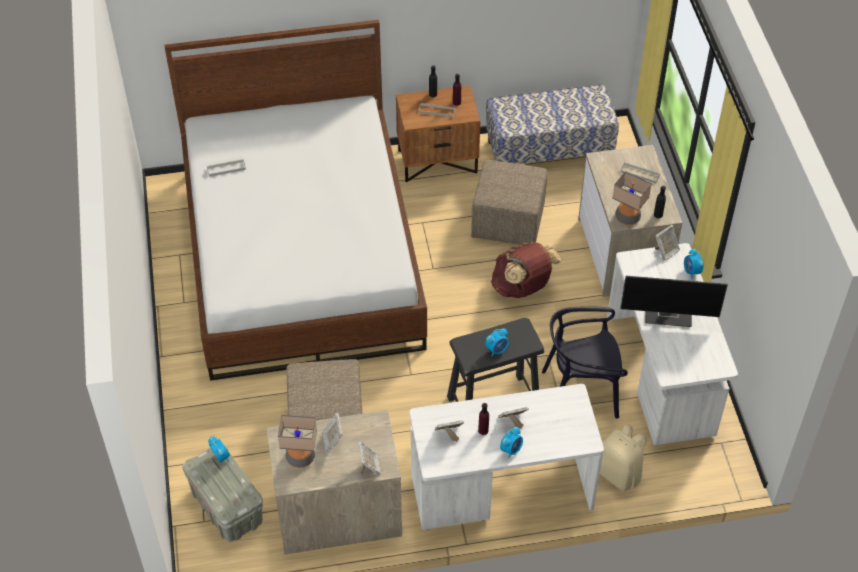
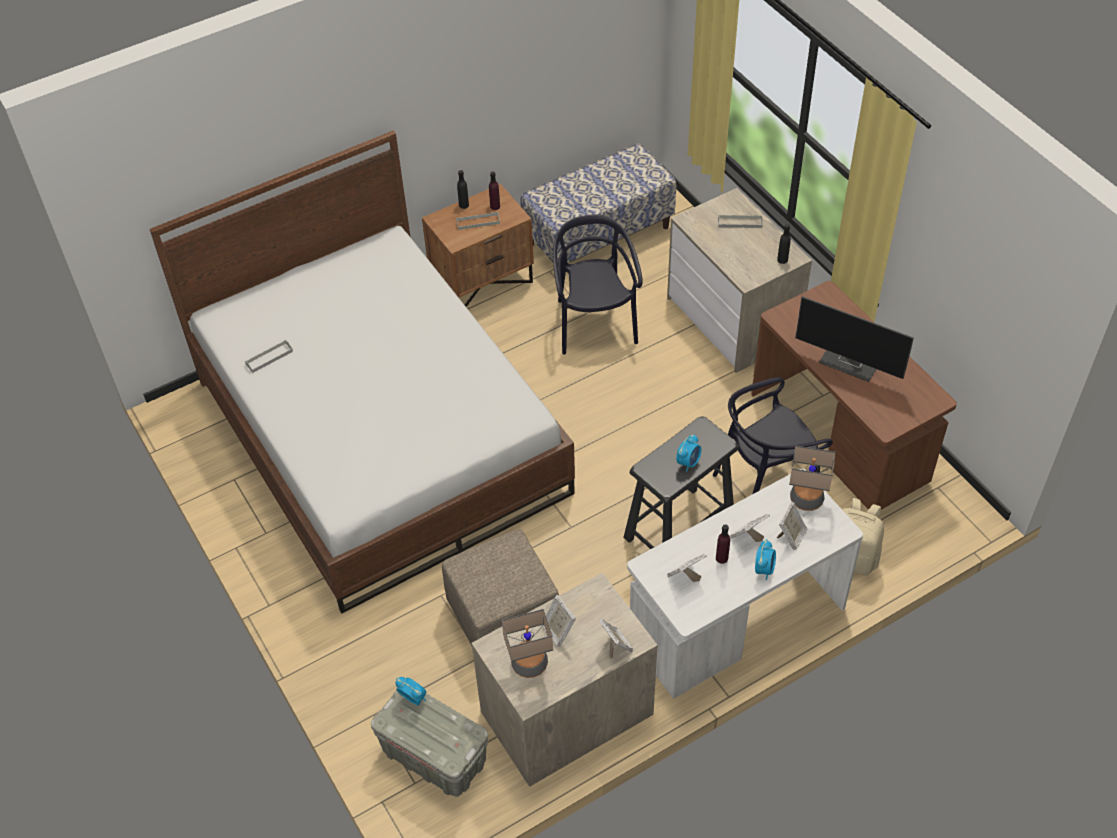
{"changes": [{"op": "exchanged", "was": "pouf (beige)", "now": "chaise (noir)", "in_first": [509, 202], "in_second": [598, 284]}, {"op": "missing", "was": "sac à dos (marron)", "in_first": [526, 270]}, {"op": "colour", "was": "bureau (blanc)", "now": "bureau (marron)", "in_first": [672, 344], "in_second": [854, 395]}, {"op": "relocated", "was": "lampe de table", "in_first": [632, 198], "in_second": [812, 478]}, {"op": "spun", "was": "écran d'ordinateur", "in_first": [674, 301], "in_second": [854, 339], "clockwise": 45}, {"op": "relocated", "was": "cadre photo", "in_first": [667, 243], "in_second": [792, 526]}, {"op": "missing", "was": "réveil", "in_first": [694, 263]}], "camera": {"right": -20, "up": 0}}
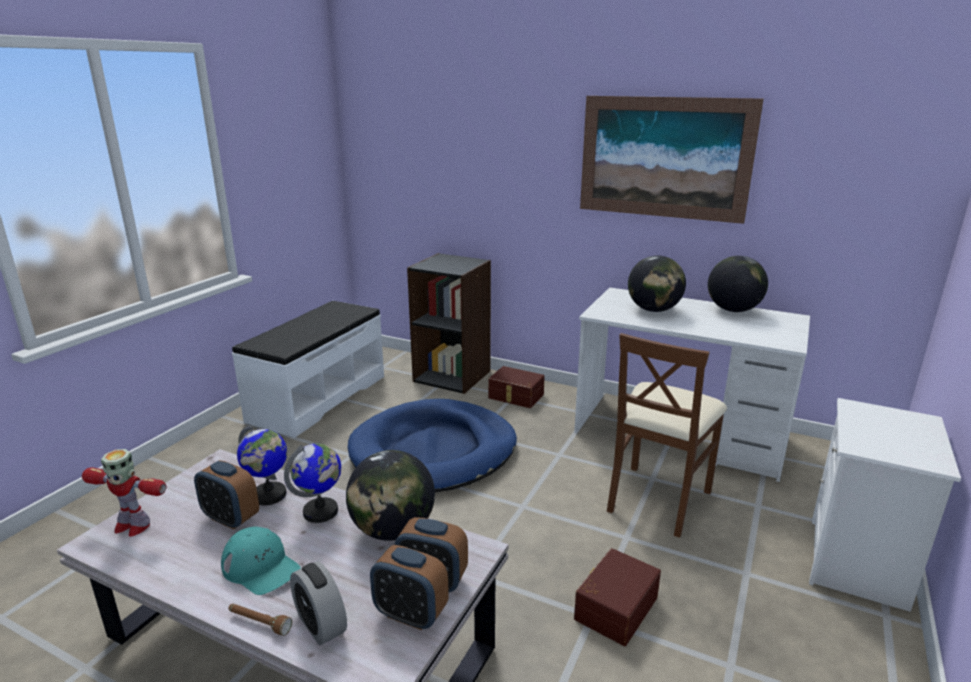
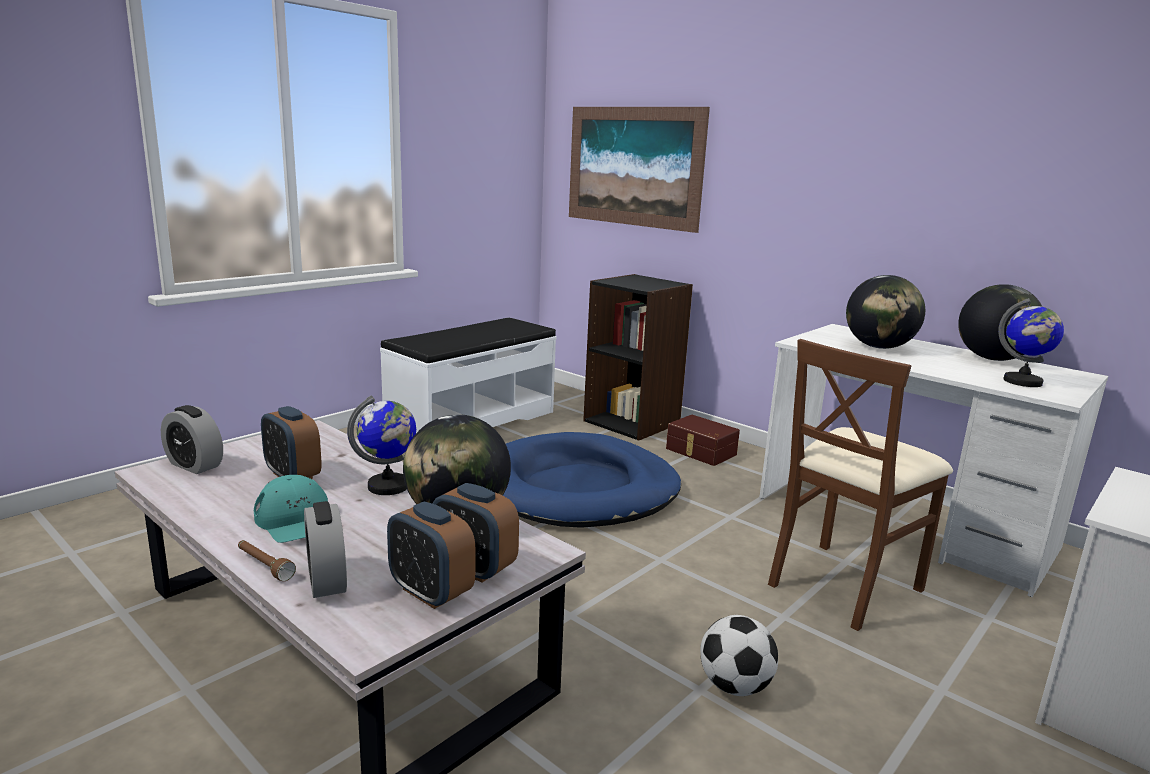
{"changes": [{"op": "exchanged", "was": "robot jouet", "now": "réveil", "in_first": [124, 493], "in_second": [192, 439]}, {"op": "relocated", "was": "globe", "in_first": [262, 464], "in_second": [1031, 342]}, {"op": "exchanged", "was": "boîte de rangement (marron)", "now": "ballon de foot", "in_first": [617, 597], "in_second": [739, 655]}, {"op": "relocated", "was": "tableau", "in_first": [672, 160], "in_second": [639, 170]}], "camera": {"right": 15, "up": -5}}
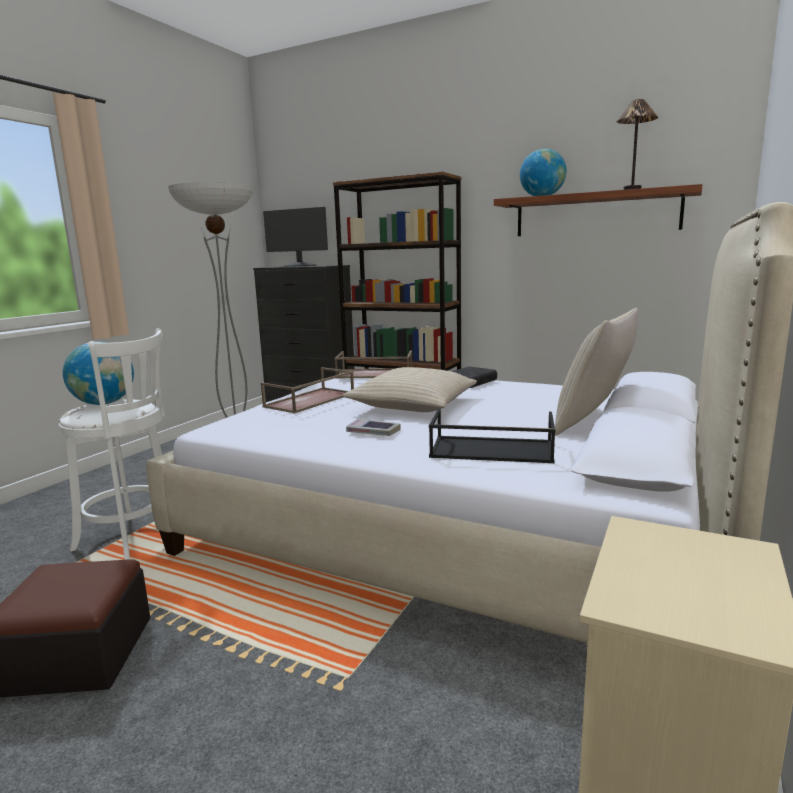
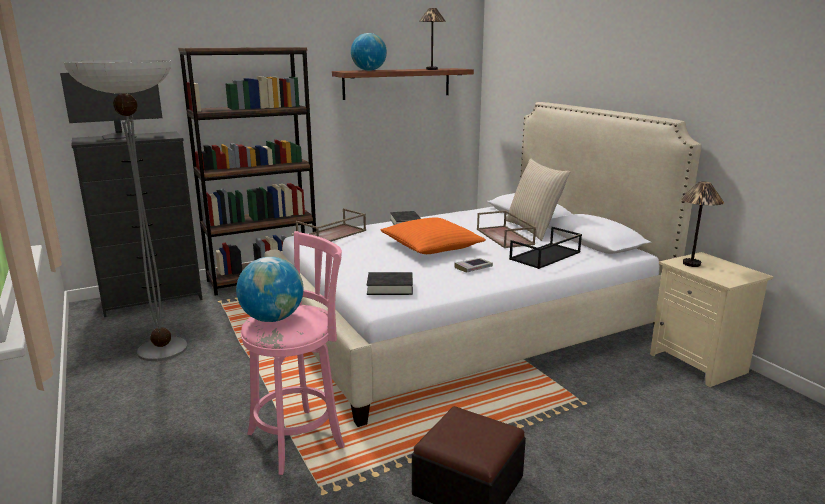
{"changes": [{"op": "colour", "was": "tabouret (blanc)", "now": "tabouret (rose)", "in_first": [112, 444], "in_second": [293, 353]}, {"op": "relocated", "was": "plateau (marron)", "in_first": [307, 390], "in_second": [506, 229]}, {"op": "colour", "was": "coussin (beige)", "now": "coussin (orange)", "in_first": [410, 389], "in_second": [433, 235]}, {"op": "appeared", "now": "livre (noir)", "in_second": [390, 283]}, {"op": "appeared", "now": "lampe de table", "in_second": [702, 224]}], "camera": {"right": -55, "up": 5}}
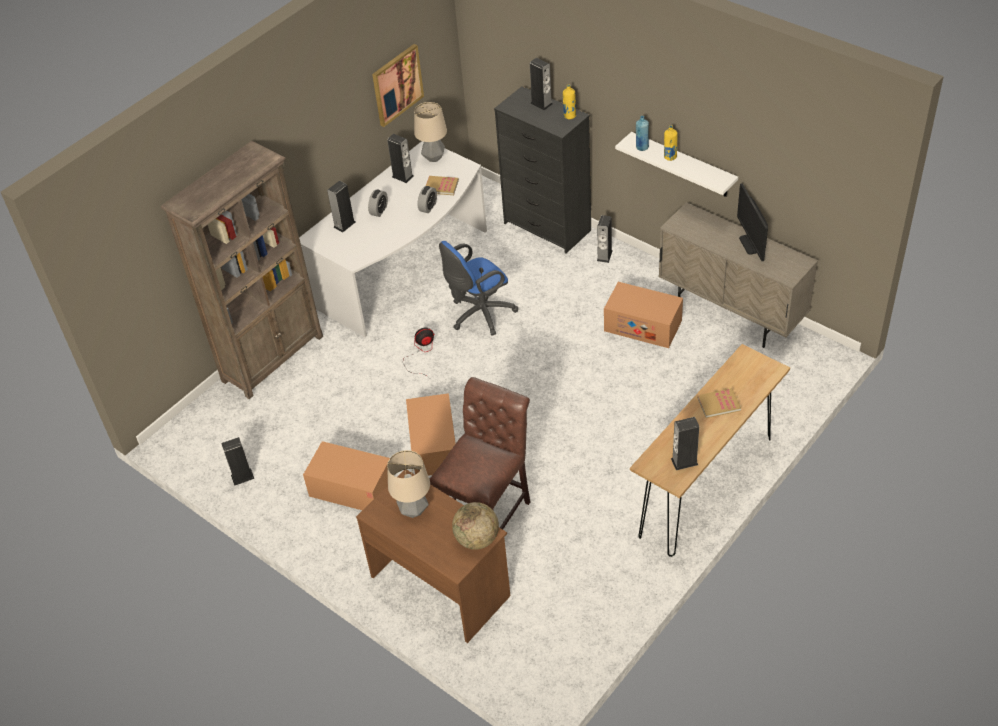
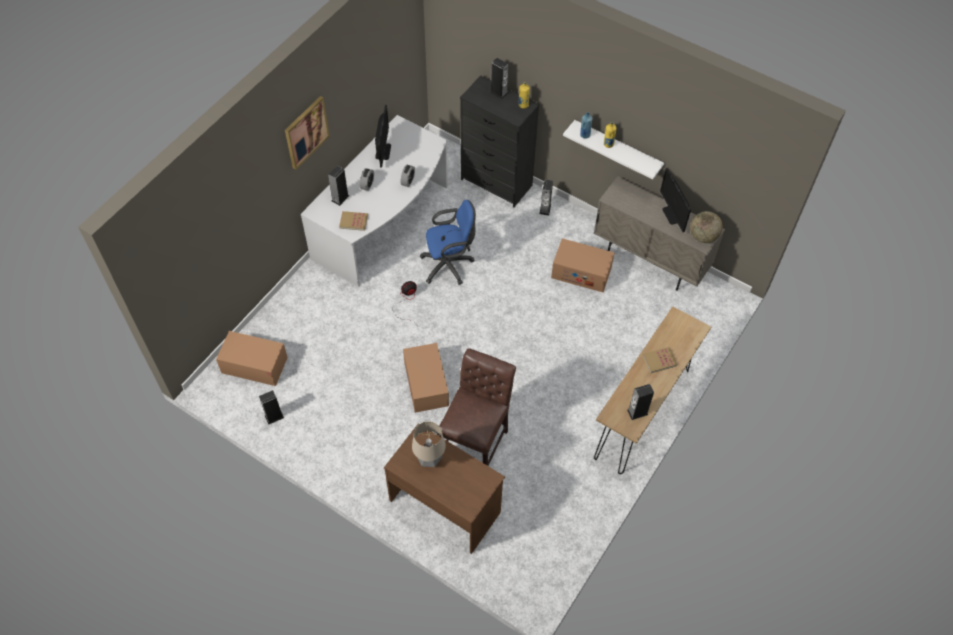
{"changes": [{"op": "missing", "was": "bibliothèque (marron)", "in_first": [242, 270]}, {"op": "relocated", "was": "carton", "in_first": [346, 475], "in_second": [252, 358]}, {"op": "relocated", "was": "tableau", "in_first": [398, 85], "in_second": [307, 133]}, {"op": "exchanged", "was": "enceinte", "now": "écran d'ordinateur", "in_first": [400, 158], "in_second": [383, 136]}, {"op": "missing", "was": "lampe de table", "in_first": [430, 132]}, {"op": "relocated", "was": "livre", "in_first": [442, 185], "in_second": [353, 221]}, {"op": "spun", "was": "chaise de bureau (bleu)", "in_first": [478, 288], "in_second": [448, 242], "clockwise": -150}, {"op": "relocated", "was": "globe", "in_first": [475, 526], "in_second": [706, 227]}], "camera": {"right": -10, "up": 10}}
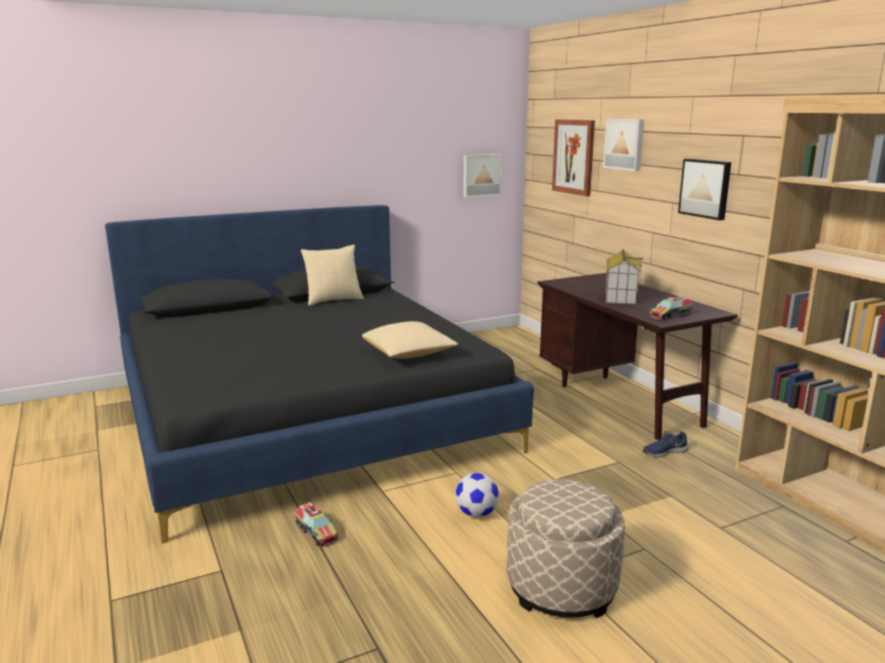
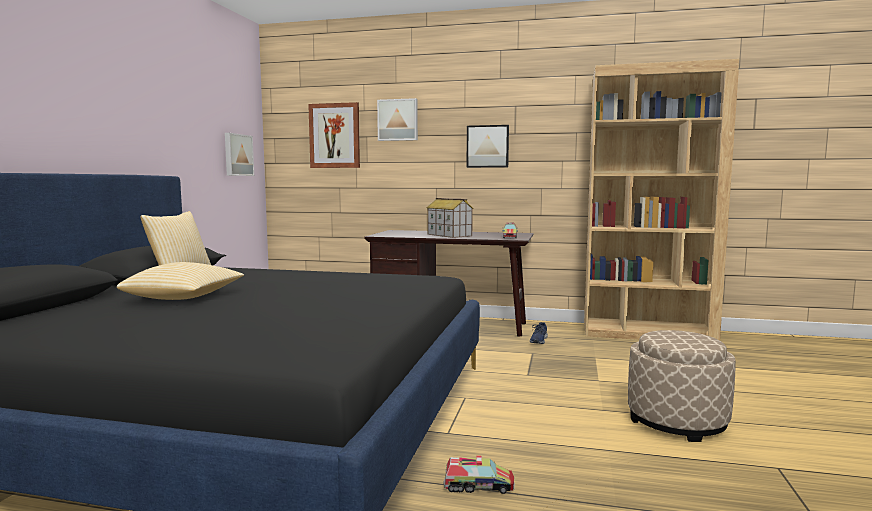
{"changes": [{"op": "relocated", "was": "coussin", "in_first": [410, 339], "in_second": [180, 281]}, {"op": "missing", "was": "ballon de foot", "in_first": [477, 495]}], "camera": {"right": -50, "up": -10}}
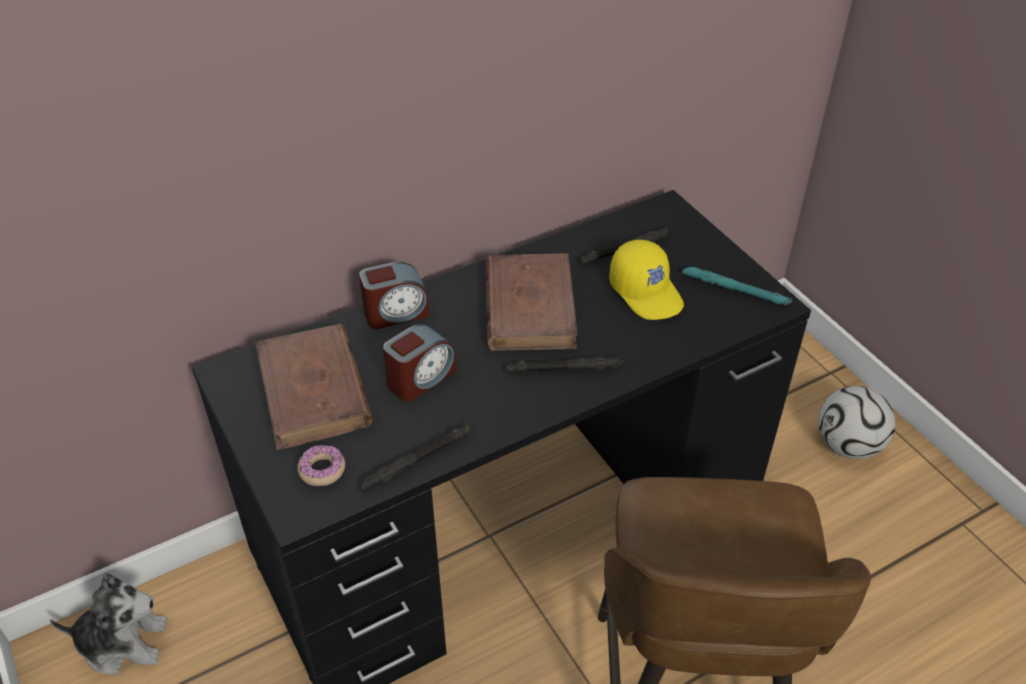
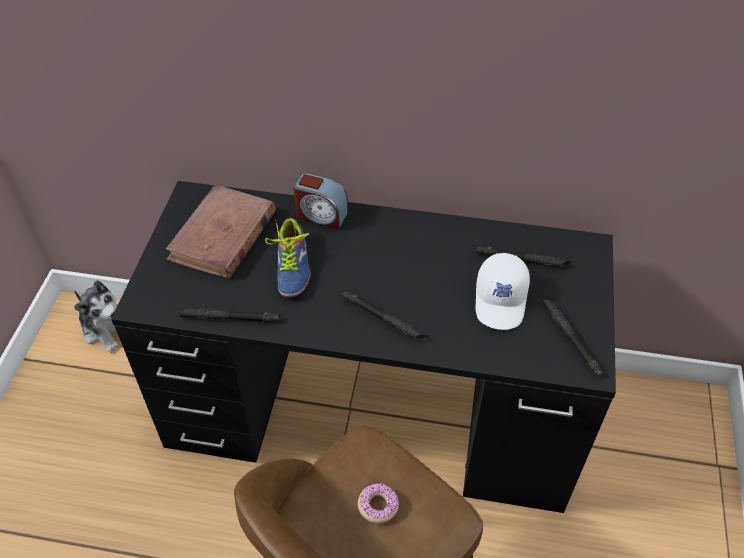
{"changes": [{"op": "relocated", "was": "beignet", "in_first": [321, 465], "in_second": [378, 503]}, {"op": "exchanged", "was": "réveil", "now": "chaussure", "in_first": [419, 363], "in_second": [287, 258]}, {"op": "missing", "was": "livre (marron)", "in_first": [532, 302]}, {"op": "colour", "was": "casquette (jaune)", "now": "casquette (blanc)", "in_first": [646, 279], "in_second": [503, 291]}, {"op": "colour", "was": "lampe de poche (turquoise)", "now": "lampe de poche (noir)", "in_first": [737, 286], "in_second": [573, 338]}, {"op": "missing", "was": "ballon de foot", "in_first": [856, 422]}], "camera": {"right": 40, "up": 5}}
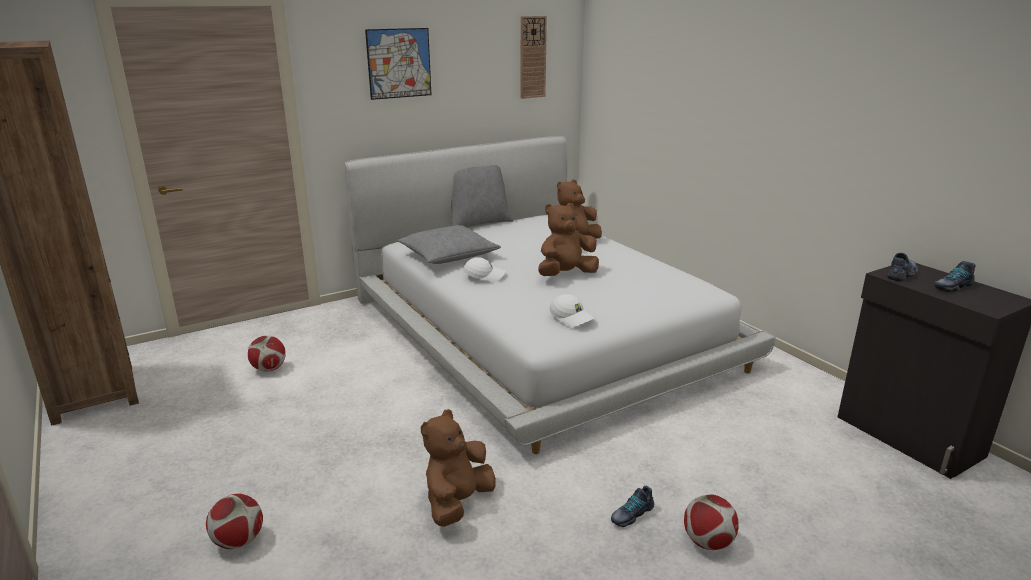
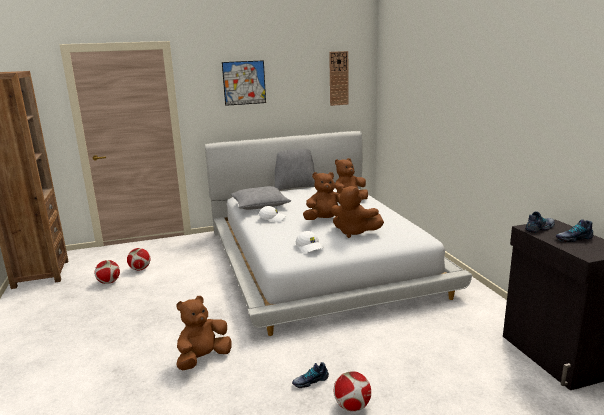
{"changes": [{"op": "relocated", "was": "ballon de foot", "in_first": [234, 521], "in_second": [107, 272]}, {"op": "appeared", "now": "peluche (marron)", "in_second": [357, 212]}], "camera": {"right": 15, "up": -5}}
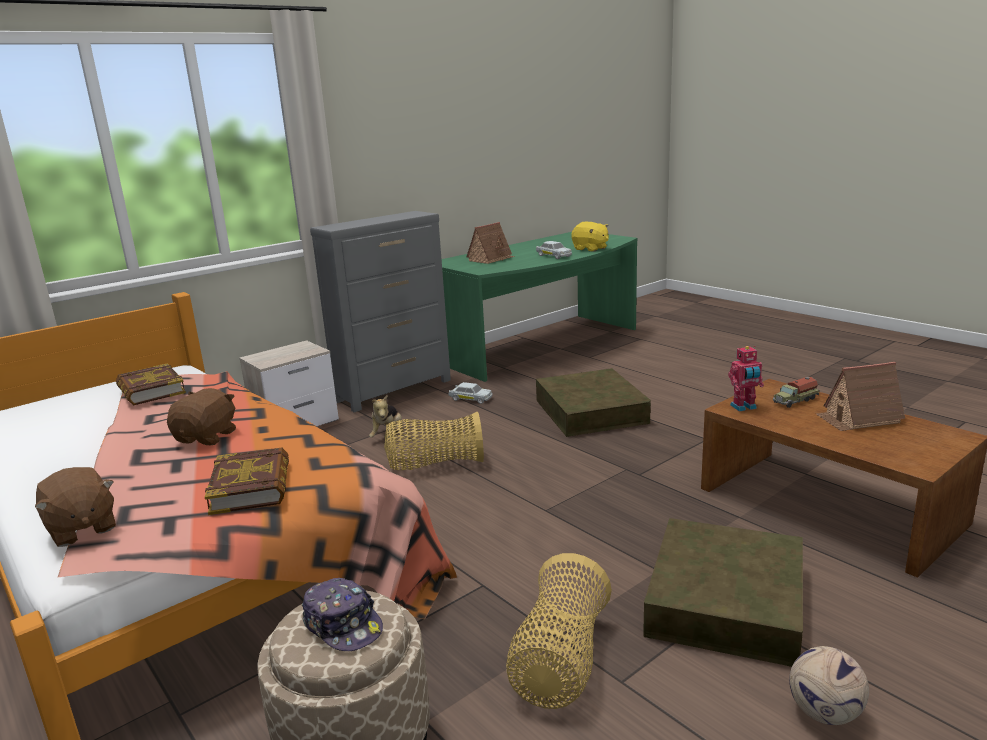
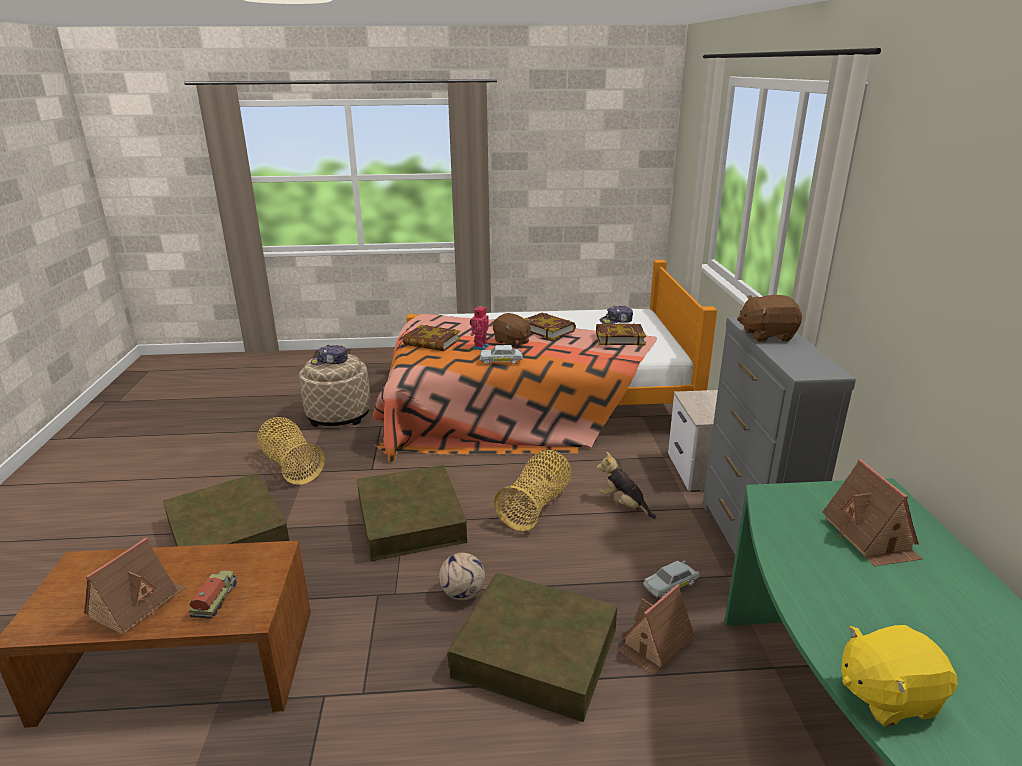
{"changes": [{"op": "relocated", "was": "peluche (marron)", "in_first": [75, 507], "in_second": [769, 318]}, {"op": "relocated", "was": "petite voiture (blanc)", "in_first": [554, 250], "in_second": [501, 355]}, {"op": "relocated", "was": "robot jouet", "in_first": [746, 378], "in_second": [479, 327]}, {"op": "relocated", "was": "ballon de foot", "in_first": [829, 685], "in_second": [462, 576]}, {"op": "appeared", "now": "boîte de rangement (marron)", "in_second": [412, 513]}, {"op": "appeared", "now": "livre", "in_second": [550, 326]}, {"op": "appeared", "now": "casquette", "in_second": [616, 315]}, {"op": "appeared", "now": "maison miniature", "in_second": [656, 629]}], "camera": {"right": 125, "up": 5}}
